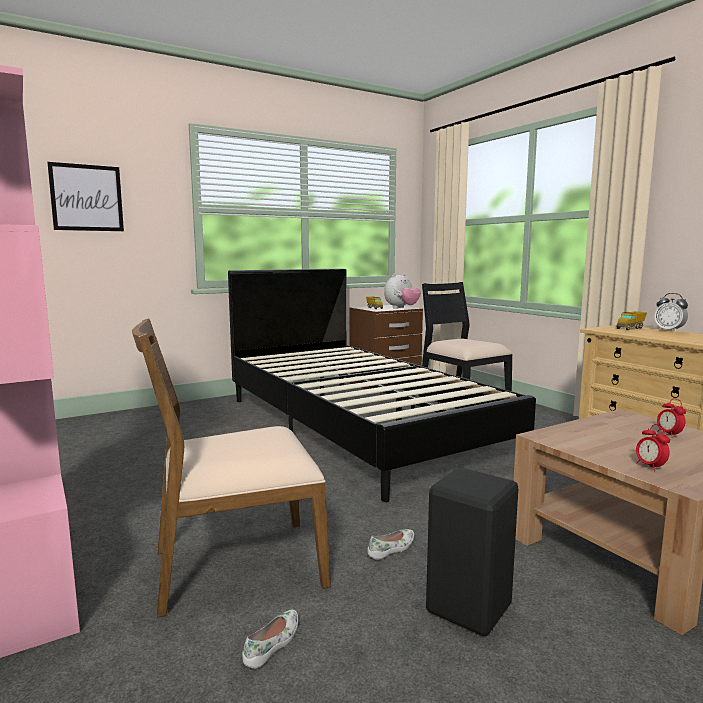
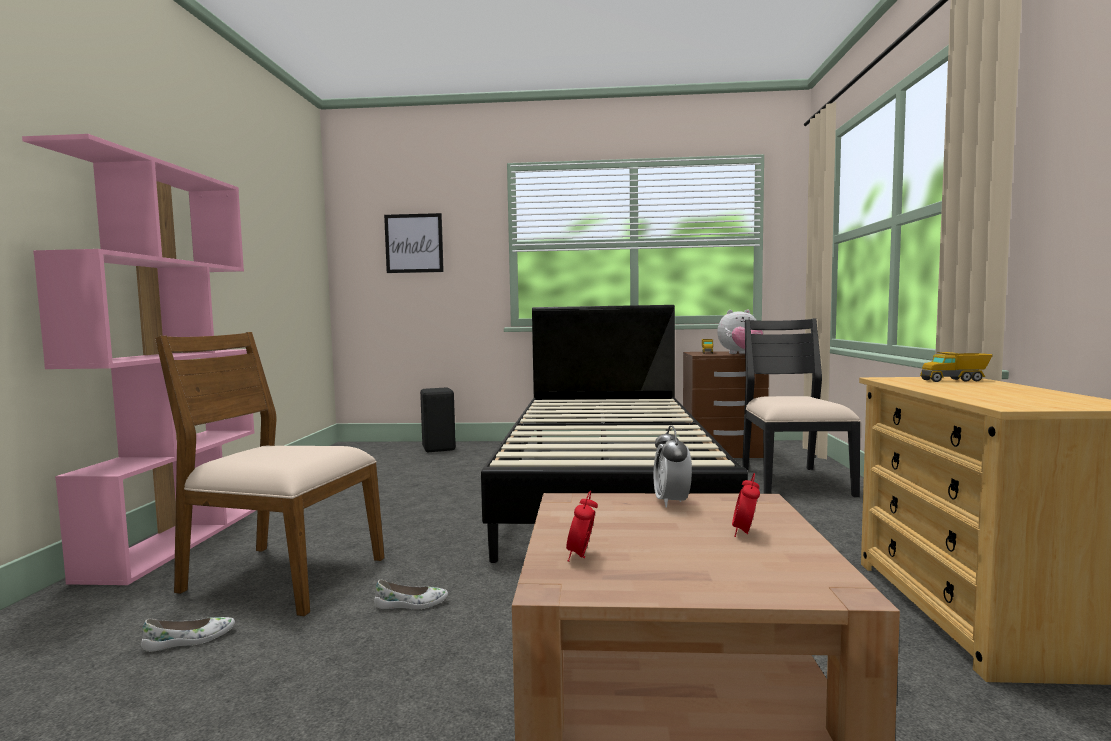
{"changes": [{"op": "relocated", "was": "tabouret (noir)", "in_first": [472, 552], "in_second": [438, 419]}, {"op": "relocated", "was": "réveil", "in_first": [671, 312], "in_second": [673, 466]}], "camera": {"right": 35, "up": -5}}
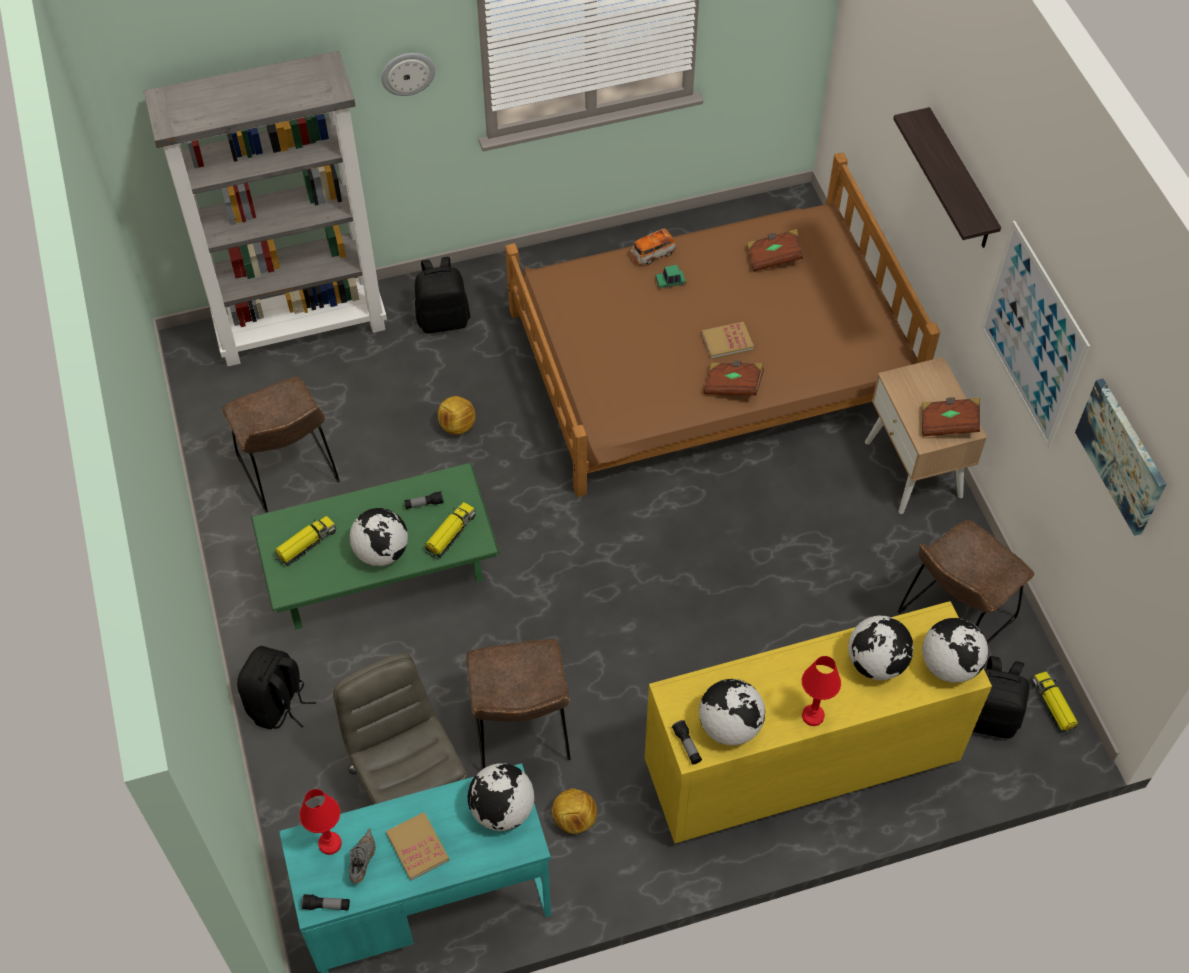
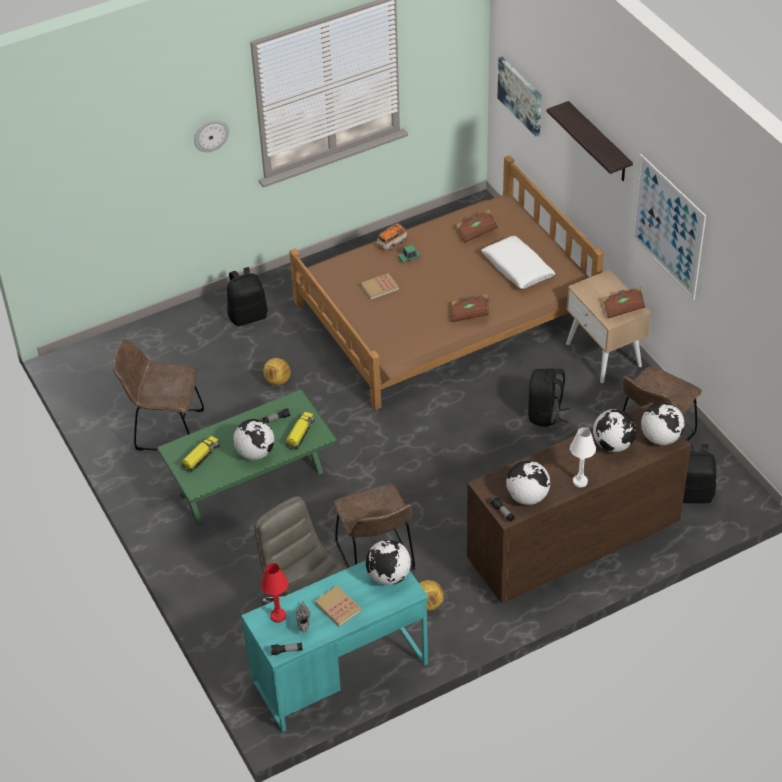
{"changes": [{"op": "missing", "was": "bibliothèque (gris)", "in_first": [265, 208]}, {"op": "spun", "was": "chaise (marron)", "in_first": [281, 444], "in_second": [158, 395], "clockwise": 135}, {"op": "relocated", "was": "sac à dos (noir)", "in_first": [276, 687], "in_second": [549, 398]}, {"op": "colour", "was": "commode (jaune)", "now": "commode (marron)", "in_first": [818, 722], "in_second": [579, 502]}, {"op": "relocated", "was": "livre", "in_first": [727, 340], "in_second": [379, 286]}, {"op": "colour", "was": "lampe de table (rouge)", "now": "lampe de table (blanc)", "in_first": [821, 691], "in_second": [583, 457]}, {"op": "missing", "was": "camion jouet", "in_first": [1055, 703]}, {"op": "relocated", "was": "tableau", "in_first": [1121, 457], "in_second": [520, 97]}, {"op": "appeared", "now": "coussin (blanc)", "in_second": [518, 262]}], "camera": {"right": -10, "up": -10}}
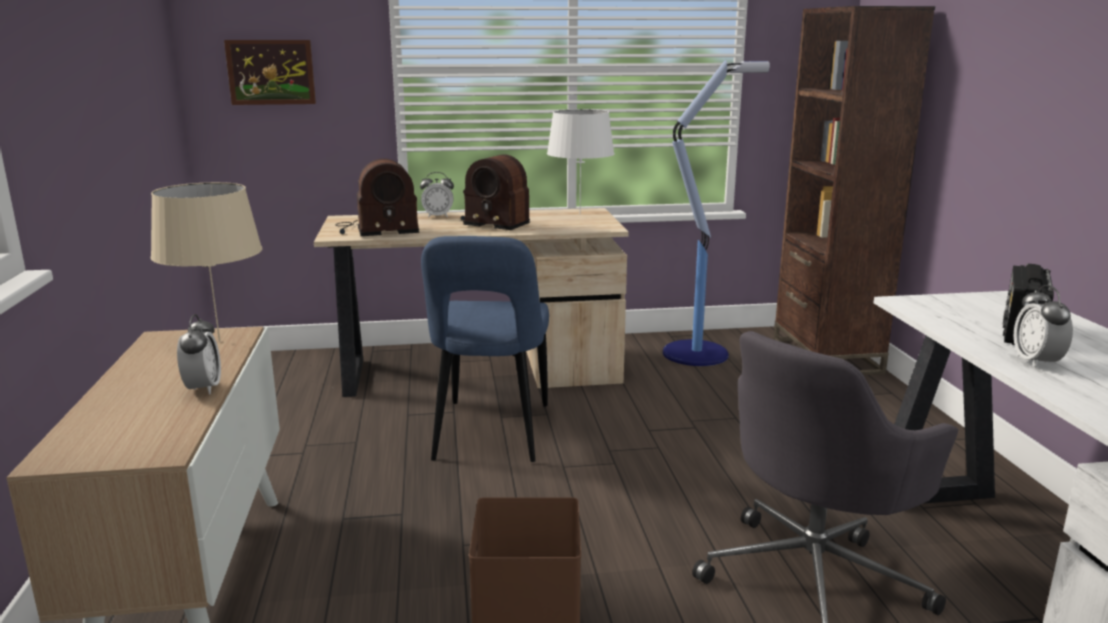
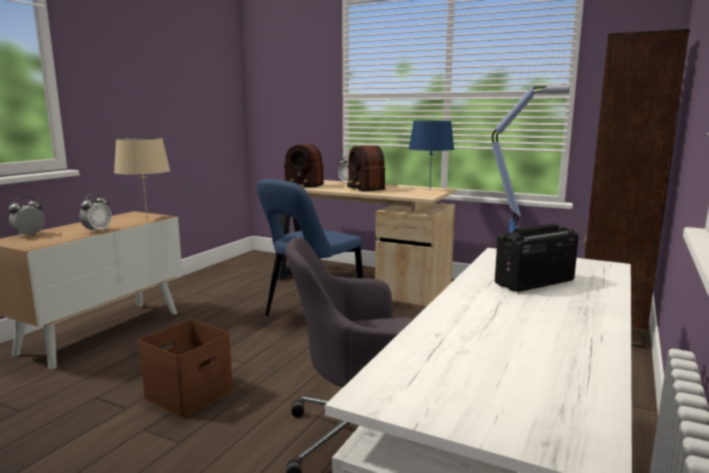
{"changes": [{"op": "missing", "was": "tableau", "in_first": [270, 72]}, {"op": "colour", "was": "lampe de table (blanc)", "now": "lampe de table (bleu)", "in_first": [580, 161], "in_second": [431, 153]}, {"op": "relocated", "was": "réveil", "in_first": [1043, 327], "in_second": [26, 216]}], "camera": {"right": 35, "up": -5}}
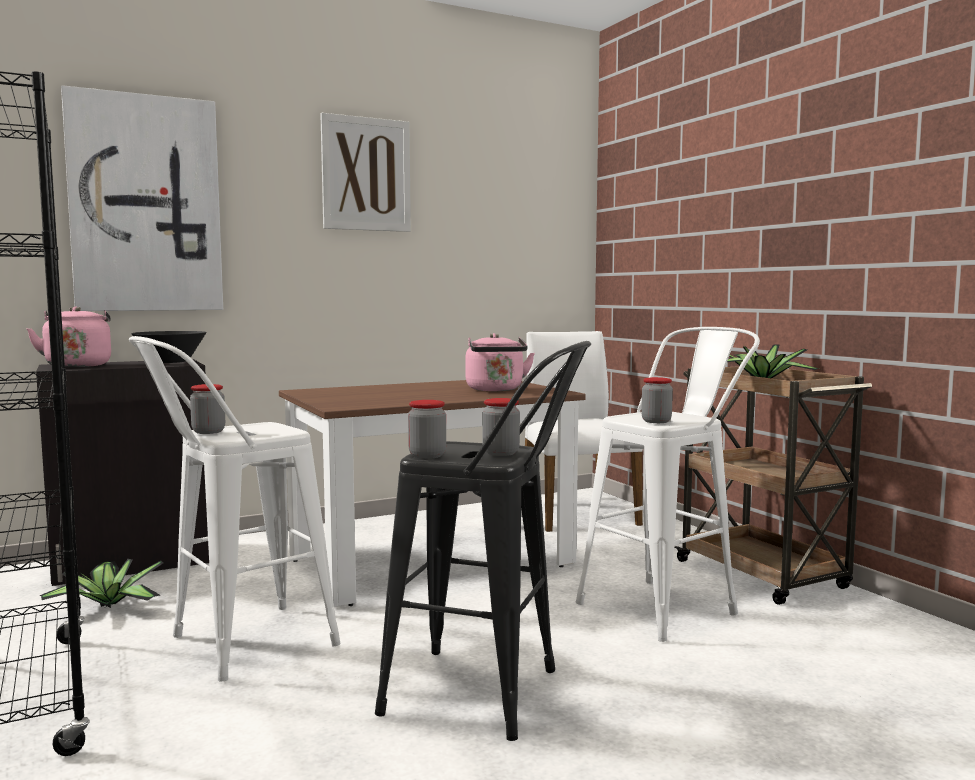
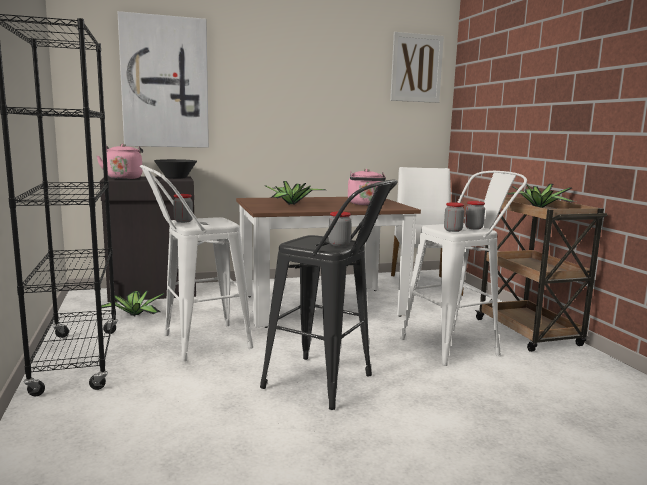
{"changes": [{"op": "relocated", "was": "tableau", "in_first": [365, 172], "in_second": [417, 67]}, {"op": "relocated", "was": "bocal", "in_first": [427, 429], "in_second": [475, 215]}, {"op": "appeared", "now": "plante en pot", "in_second": [295, 193]}], "camera": {"right": 10, "up": 5}}
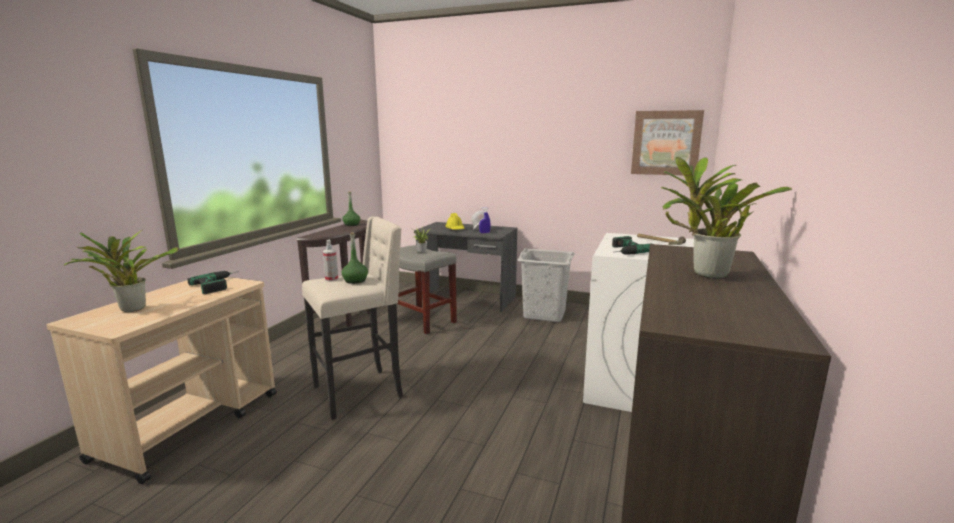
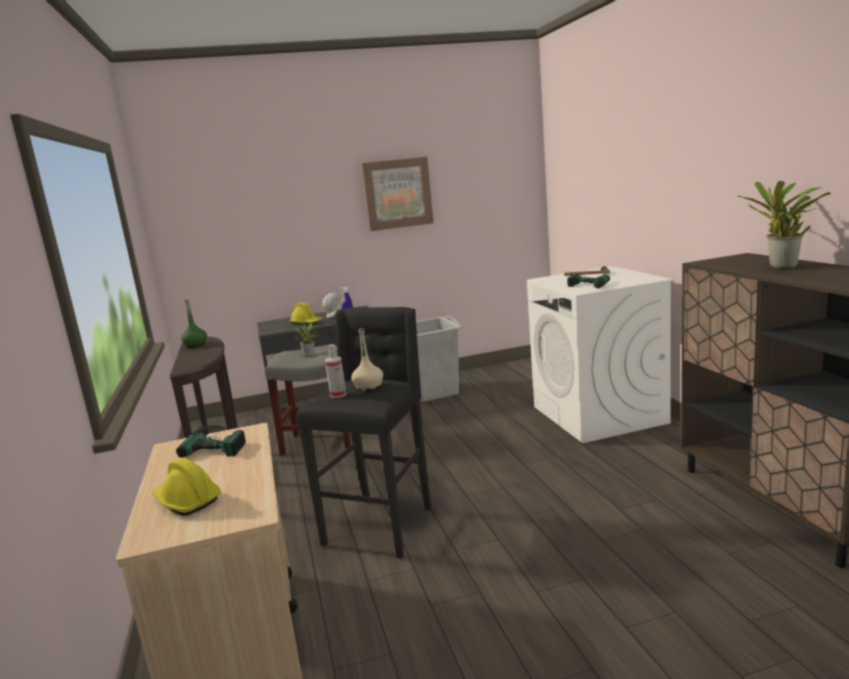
{"changes": [{"op": "exchanged", "was": "plante en pot", "now": "casque de chantier (jaune)", "in_first": [121, 271], "in_second": [186, 487]}, {"op": "colour", "was": "tabouret (beige)", "now": "tabouret (noir)", "in_first": [352, 318], "in_second": [364, 433]}, {"op": "colour", "was": "bouteille (vert)", "now": "bouteille (beige)", "in_first": [355, 258], "in_second": [367, 359]}, {"op": "relocated", "was": "tableau", "in_first": [667, 142], "in_second": [398, 194]}], "camera": {"right": -35, "up": 0}}
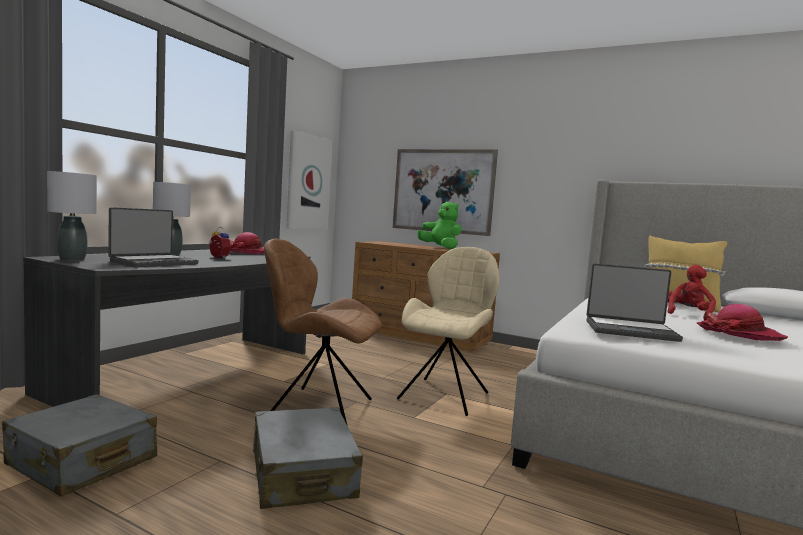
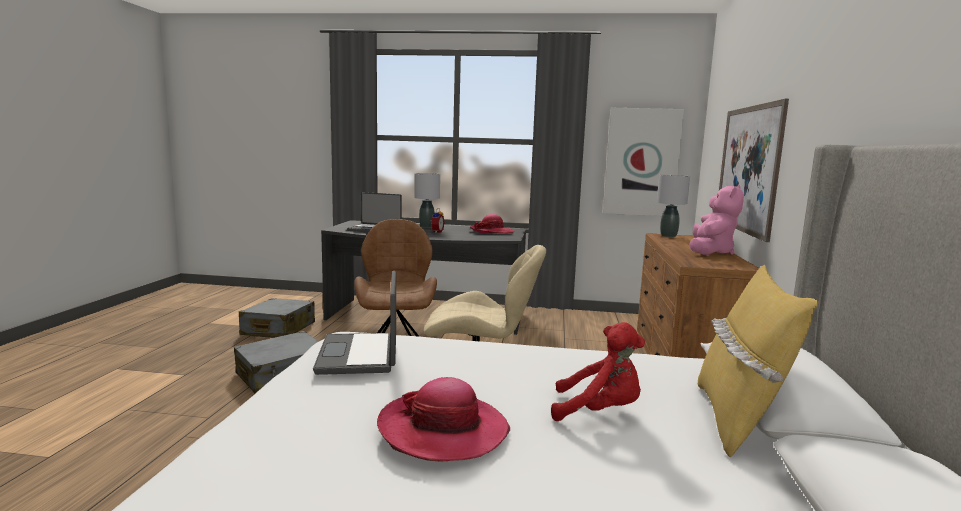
{"changes": [{"op": "relocated", "was": "lampe de table (gris)", "in_first": [72, 216], "in_second": [673, 206]}, {"op": "colour", "was": "peluche (vert)", "now": "peluche (rose)", "in_first": [439, 225], "in_second": [716, 220]}], "camera": {"right": 70, "up": 5}}
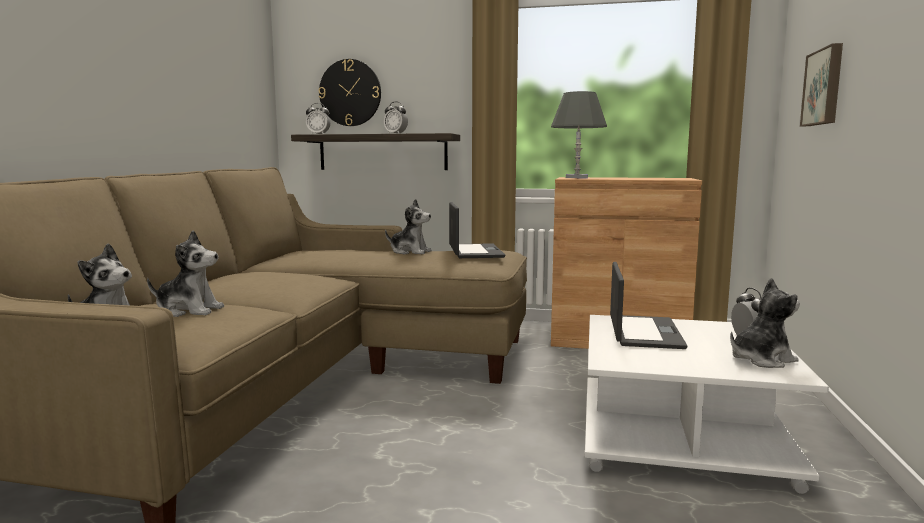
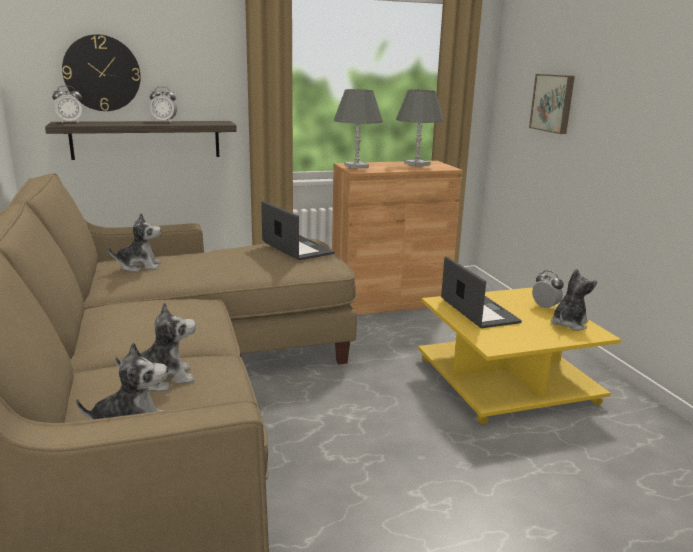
{"changes": [{"op": "relocated", "was": "peluche", "in_first": [408, 227], "in_second": [134, 242]}, {"op": "colour", "was": "table basse (blanc)", "now": "table basse (jaune)", "in_first": [707, 404], "in_second": [519, 356]}, {"op": "appeared", "now": "lampe de table (gris)", "in_second": [420, 128]}], "camera": {"right": -30, "up": 10}}
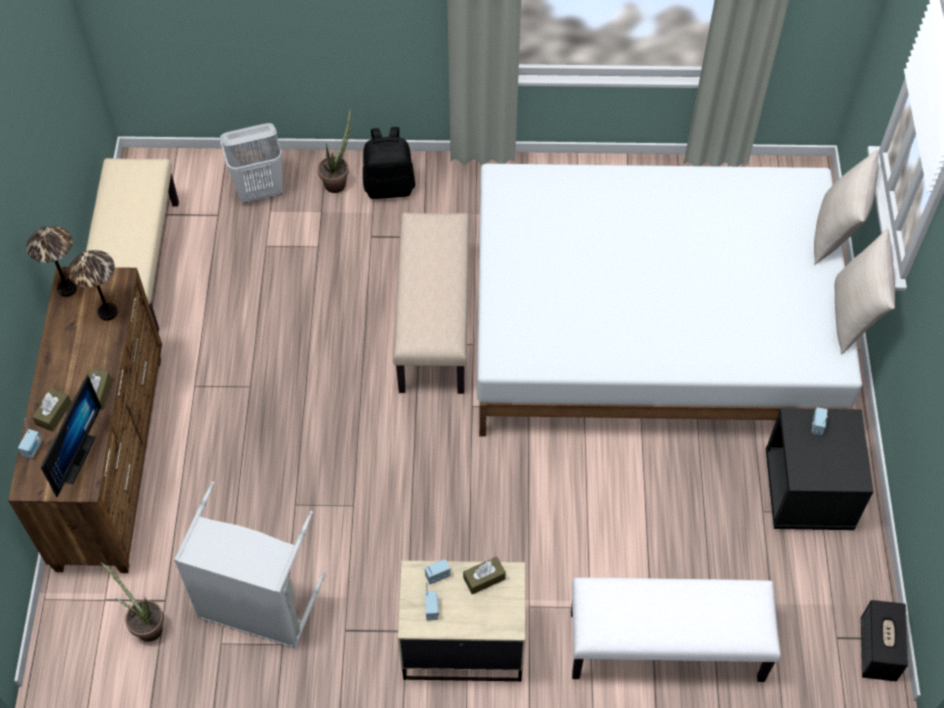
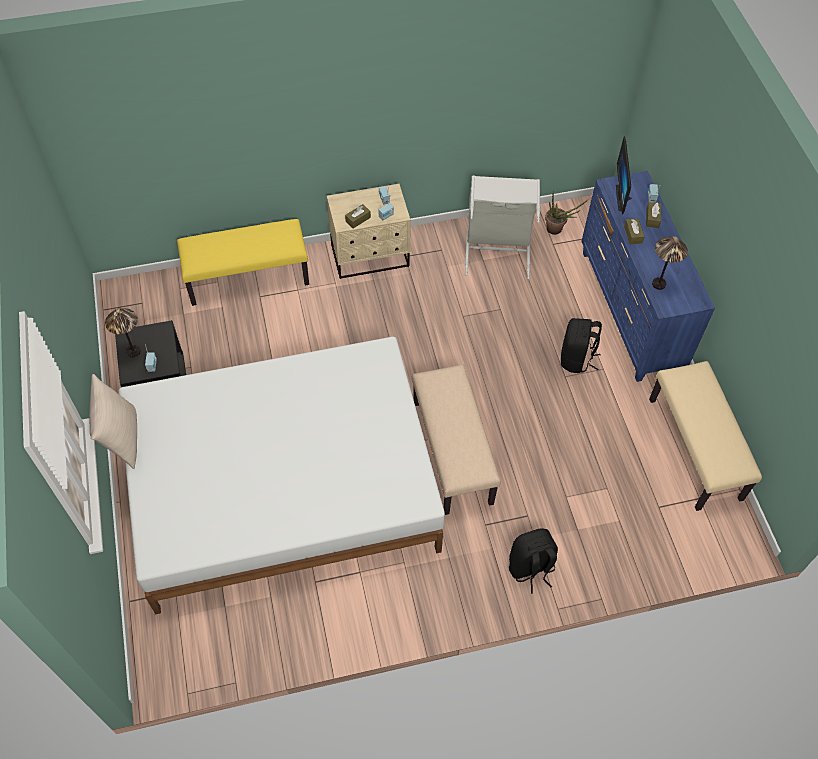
{"changes": [{"op": "colour", "was": "commode (marron)", "now": "commode (bleu)", "in_first": [85, 420], "in_second": [648, 276]}, {"op": "relocated", "was": "lampe de table", "in_first": [51, 261], "in_second": [122, 333]}, {"op": "missing", "was": "panier à linge (blanc)", "in_first": [251, 163]}, {"op": "missing", "was": "plante en pot", "in_first": [334, 150]}, {"op": "colour", "was": "banc (blanc)", "now": "banc (jaune)", "in_first": [676, 630], "in_second": [243, 262]}, {"op": "missing", "was": "coussin (beige)", "in_first": [846, 207]}, {"op": "missing", "was": "enceinte", "in_first": [884, 640]}, {"op": "appeared", "now": "sac à dos (noir)", "in_second": [581, 345]}], "camera": {"right": 165, "up": 0}}
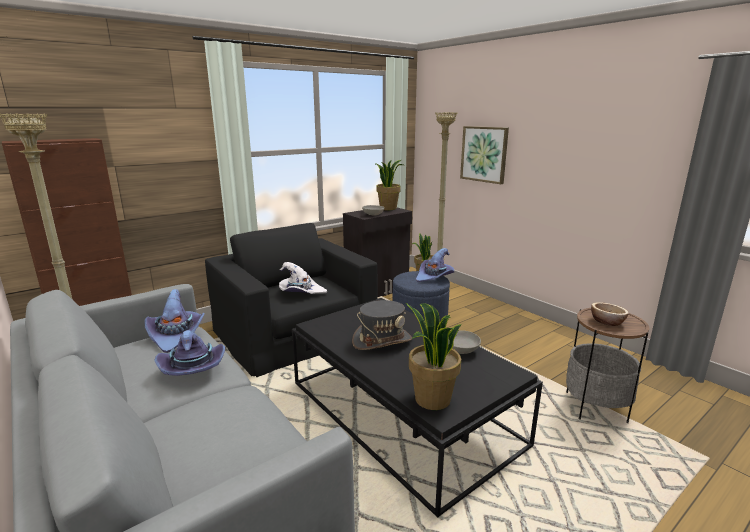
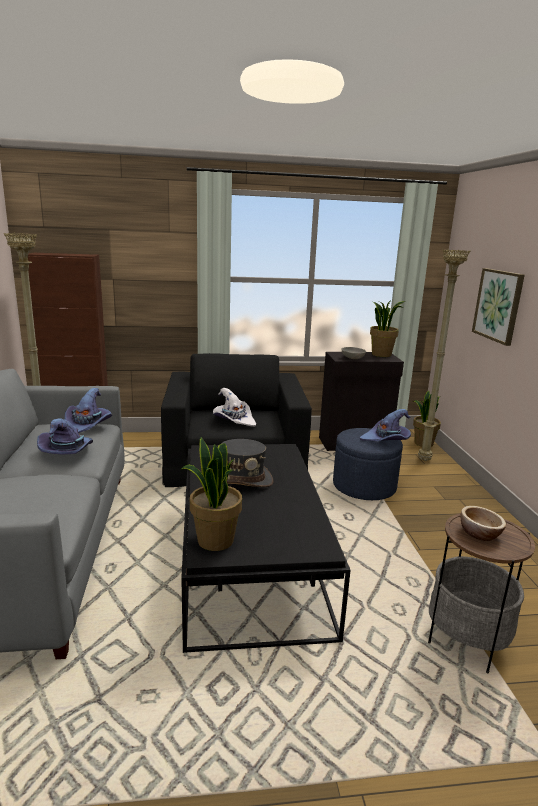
{"changes": [{"op": "missing", "was": "bol (gris)", "in_first": [464, 342]}], "camera": {"right": 30, "up": 0}}
